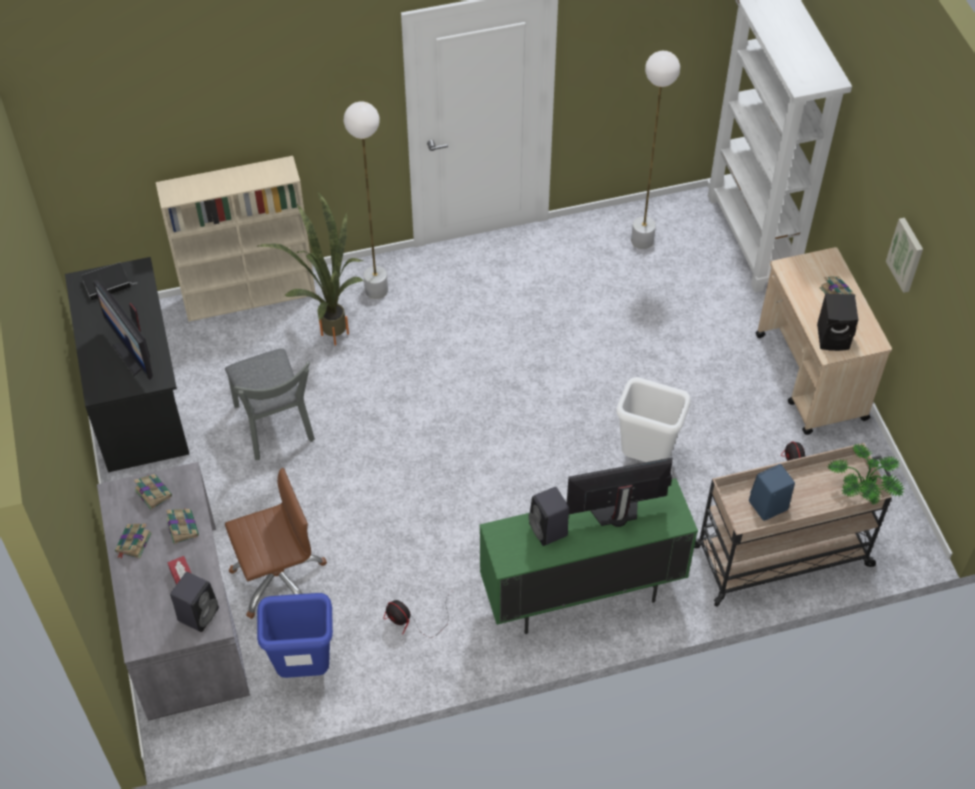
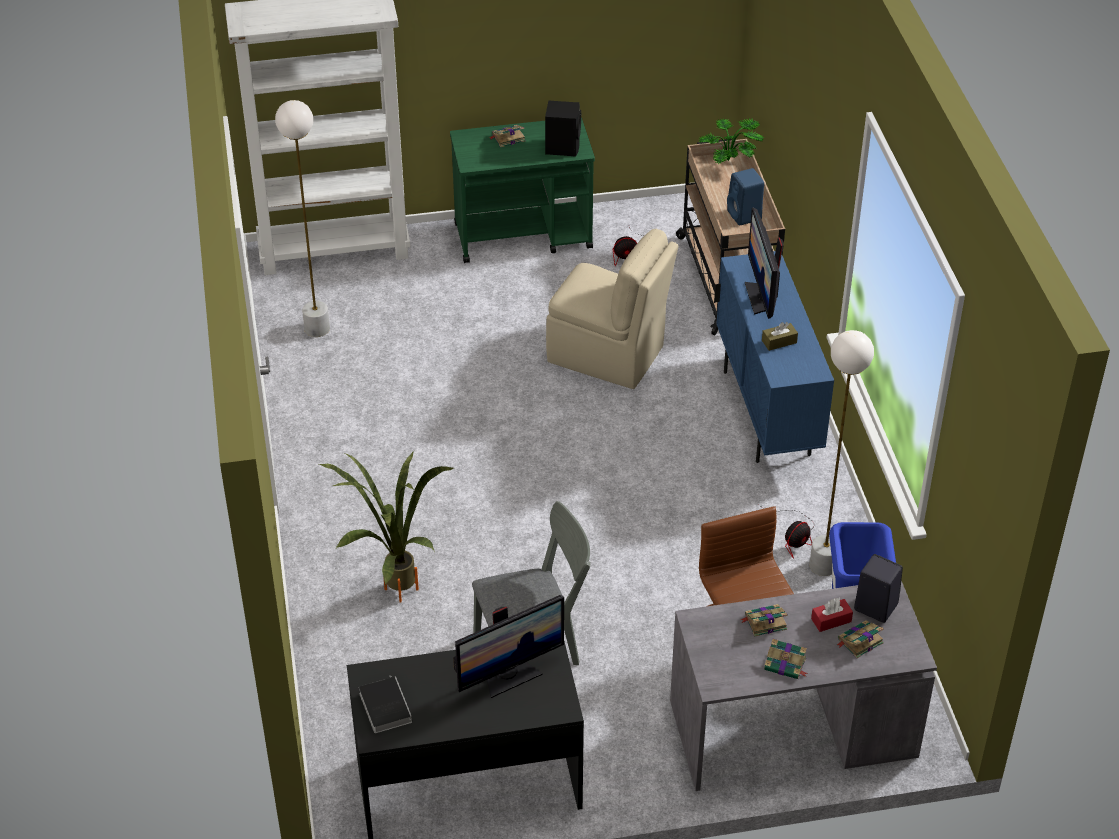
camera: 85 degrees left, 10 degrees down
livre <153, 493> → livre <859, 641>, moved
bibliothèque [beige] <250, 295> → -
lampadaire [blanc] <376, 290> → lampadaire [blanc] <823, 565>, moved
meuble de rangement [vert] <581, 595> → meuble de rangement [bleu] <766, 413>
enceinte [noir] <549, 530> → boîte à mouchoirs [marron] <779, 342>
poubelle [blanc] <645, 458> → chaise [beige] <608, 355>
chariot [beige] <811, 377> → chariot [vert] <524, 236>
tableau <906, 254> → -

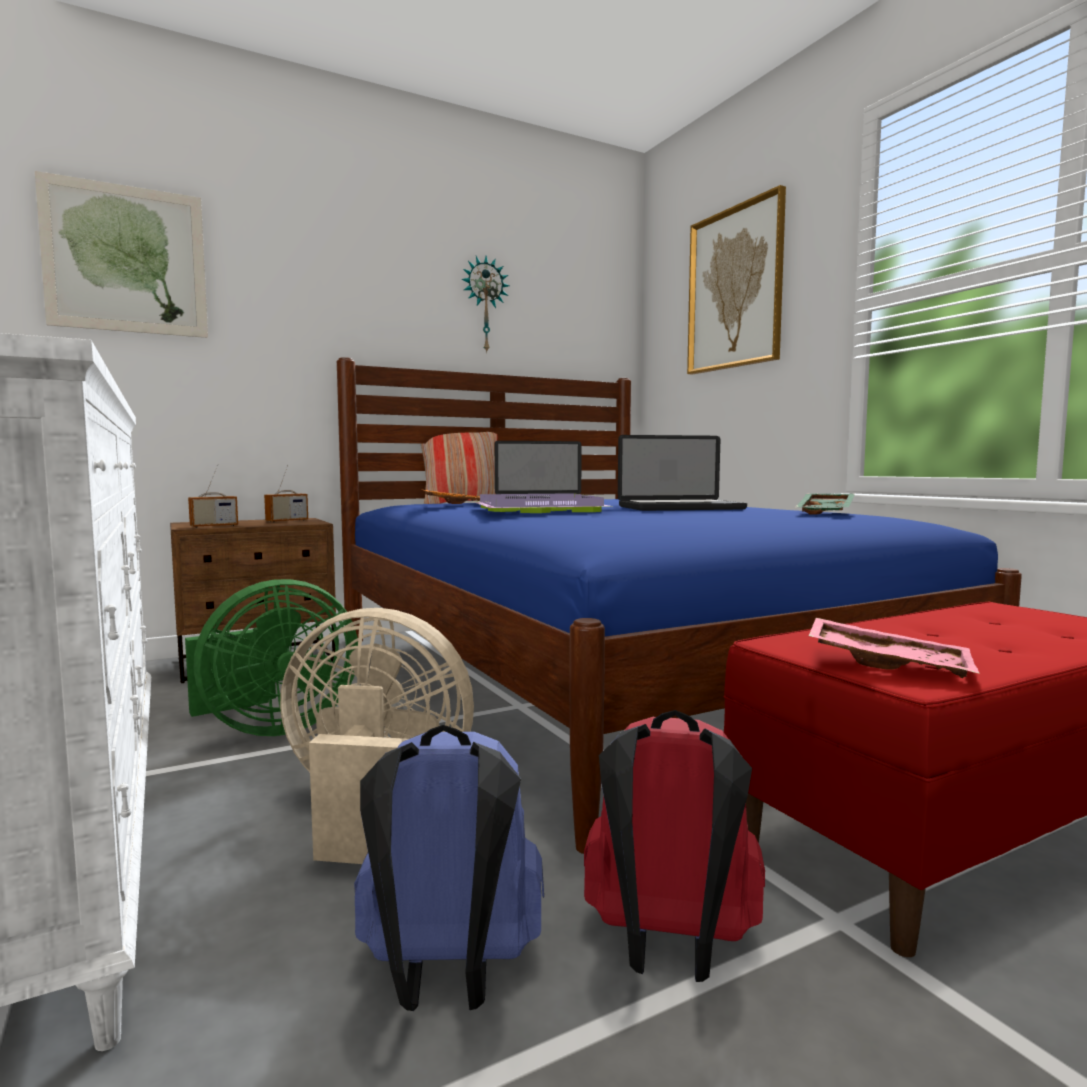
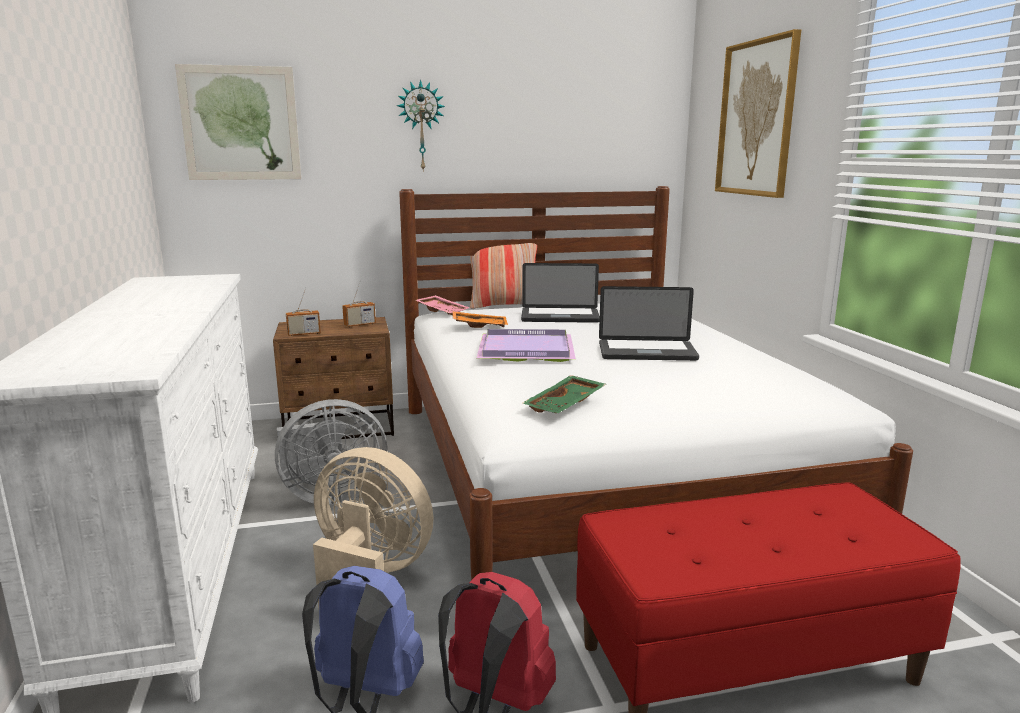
camera: 15 degrees right, 10 degrees up
ventilateur [vert] <272, 728> → ventilateur [gris] <330, 496>
lit [bleu] <611, 676> → lit [blanc] <594, 473>
horloge murale <484, 305> → horloge murale <421, 126>, moved
plateau [vert] <827, 512> → plateau [vert] <565, 405>, moved
plateau [rose] <888, 664> → plateau [rose] <443, 311>, moved

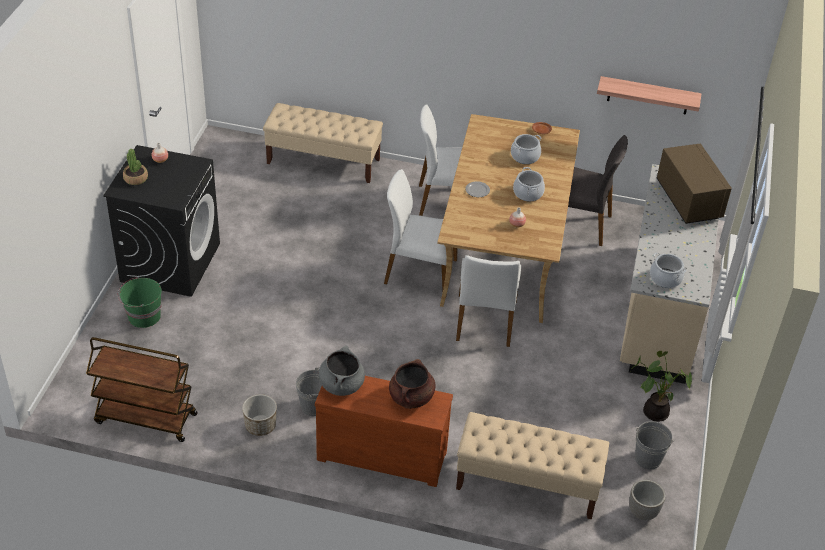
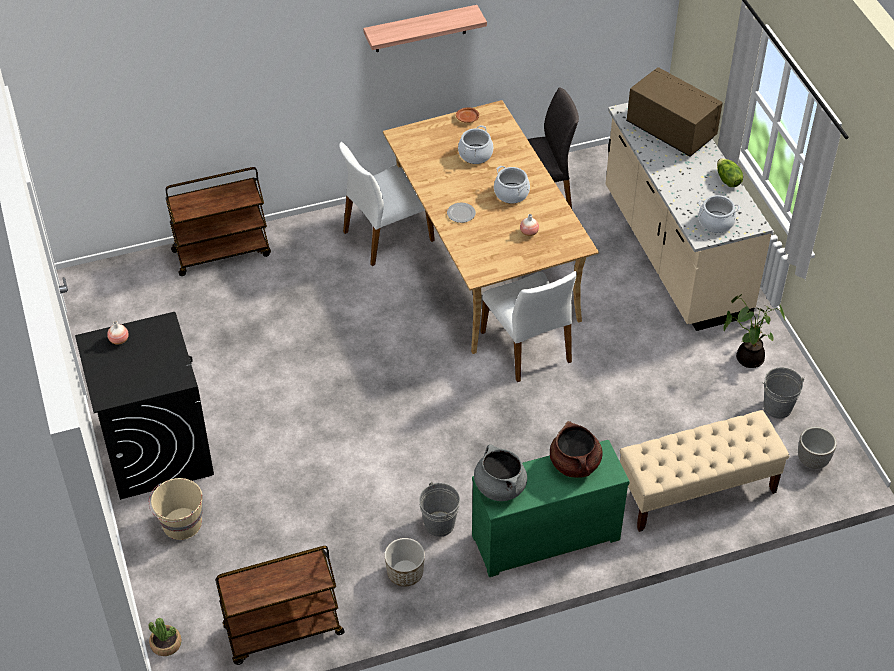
camera: 30 degrees left, 5 degrees up
seau [vert] <143, 316> → seau [beige] <181, 524>
plante en pot <136, 178> → plante en pot <166, 644>, moved
banc [beige] <324, 161> → chariot [marron] <222, 252>
commode [marron] <382, 453> → commode [vert] <544, 534>
chaise [blanc] <419, 272> → -
étagère <648, 95> → étagère <420, 29>, moved
- → laitue <727, 180>

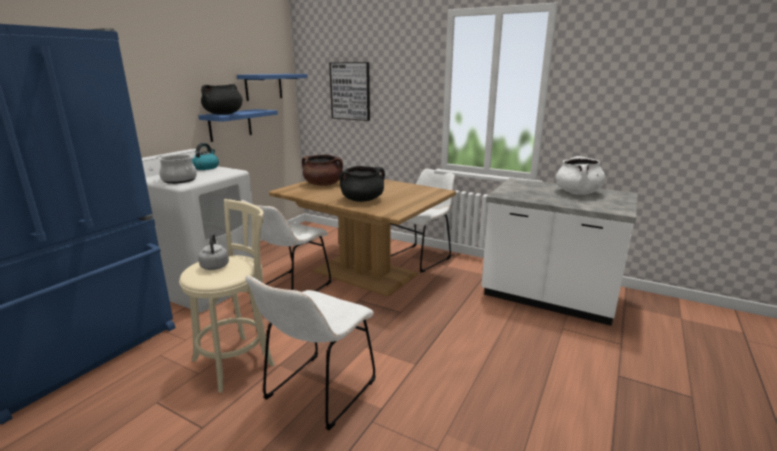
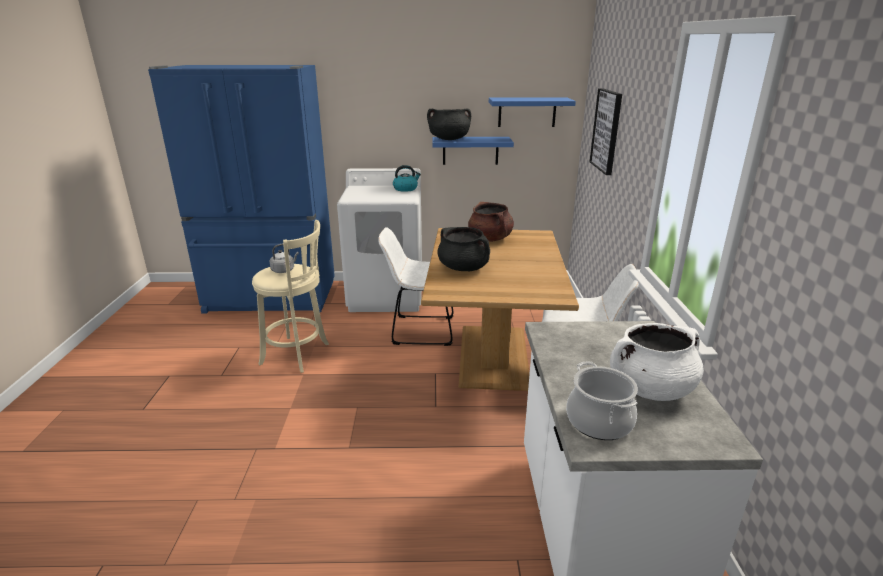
camera: 60 degrees right, 5 degrees up
marmite <179, 180> → marmite <599, 421>, moved
chaise [blanc] <317, 393> → -

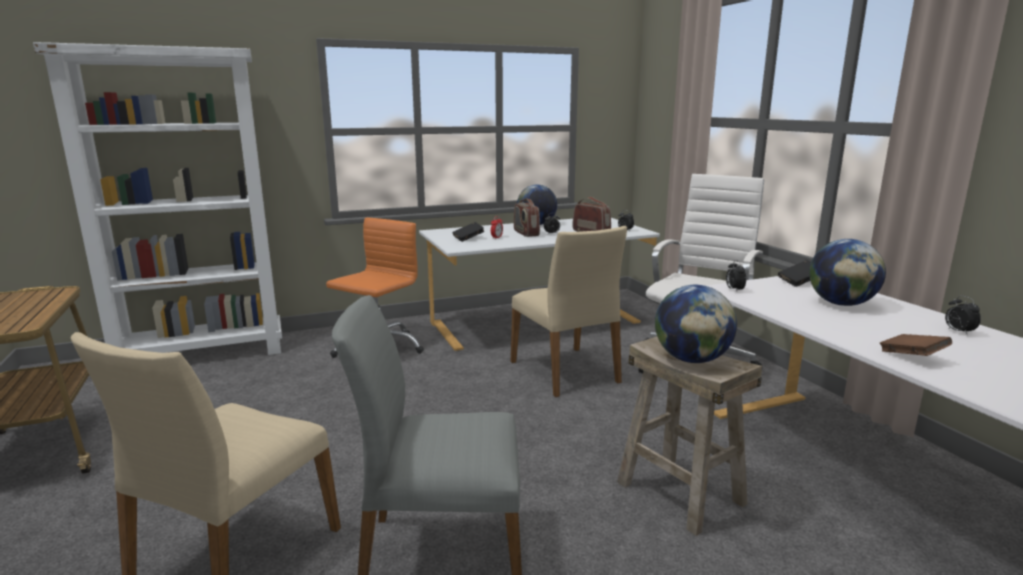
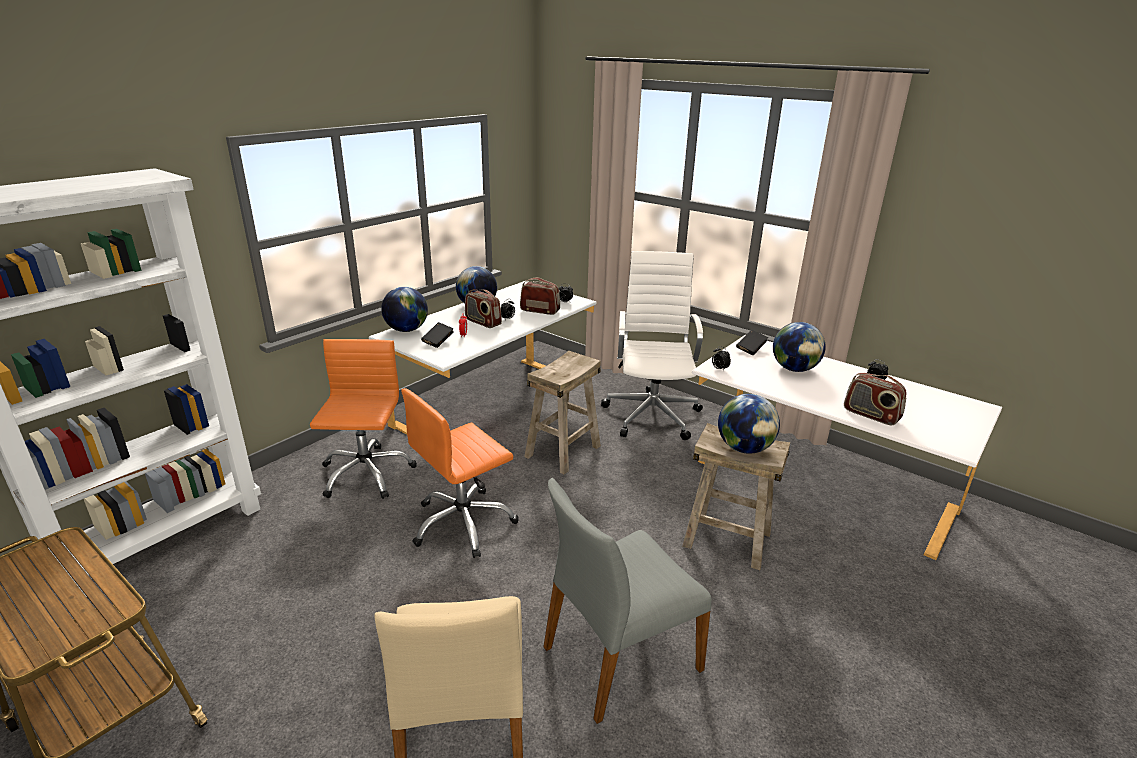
camera: 30 degrees left, 10 degrees up
chaise [beige] <566, 372> → tabouret [beige] <563, 451>
livre [marron] <912, 357> → radio <871, 415>
- → globe <406, 330>
- → chaise de bureau [orange] <463, 523>

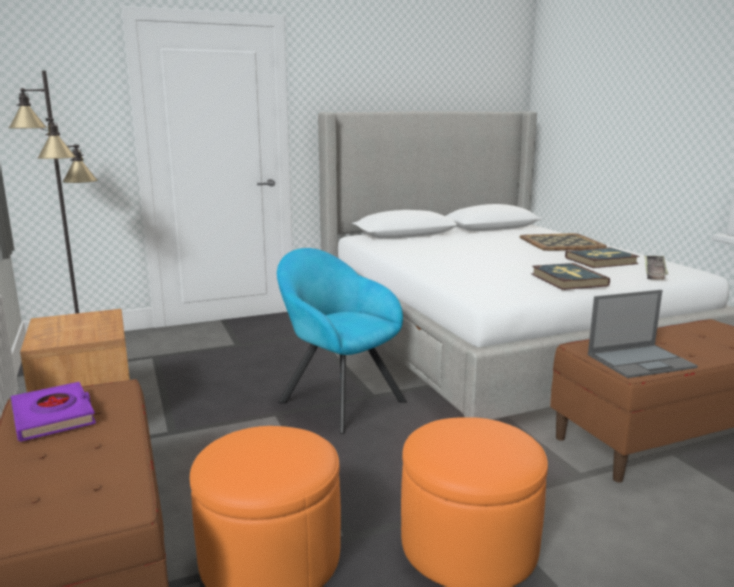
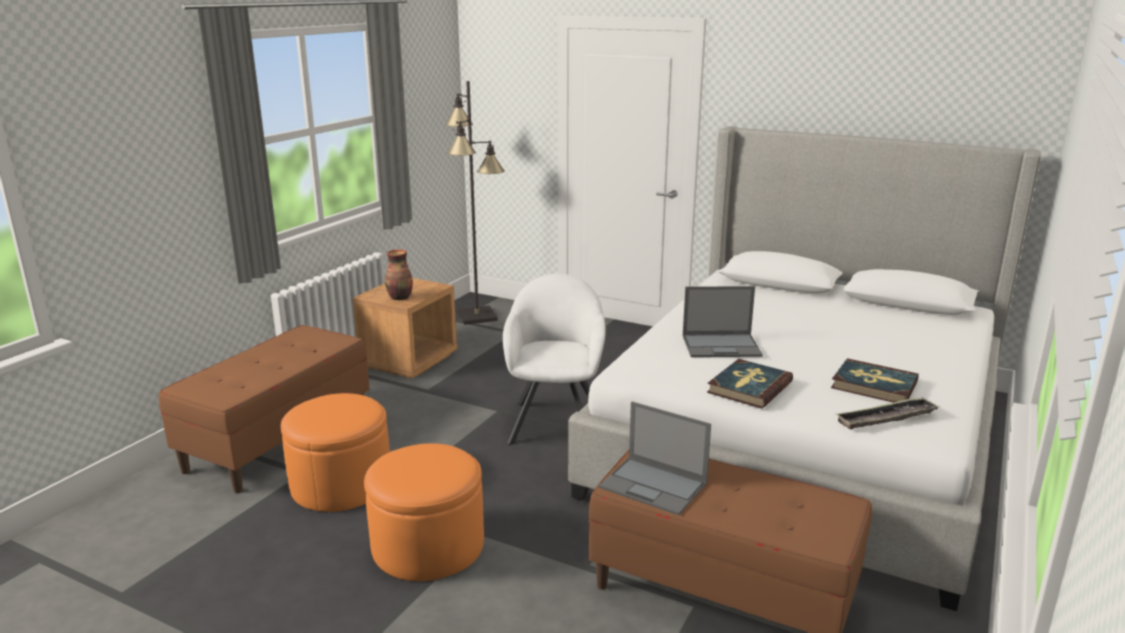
camera: 50 degrees right, 5 degrees up
livre [violet] <53, 416> → -
fauteuil [turquoise] <337, 399> → fauteuil [blanc] <556, 420>
plateau <561, 242> → -
- → vase <400, 297>
- → ordinateur portable <722, 346>

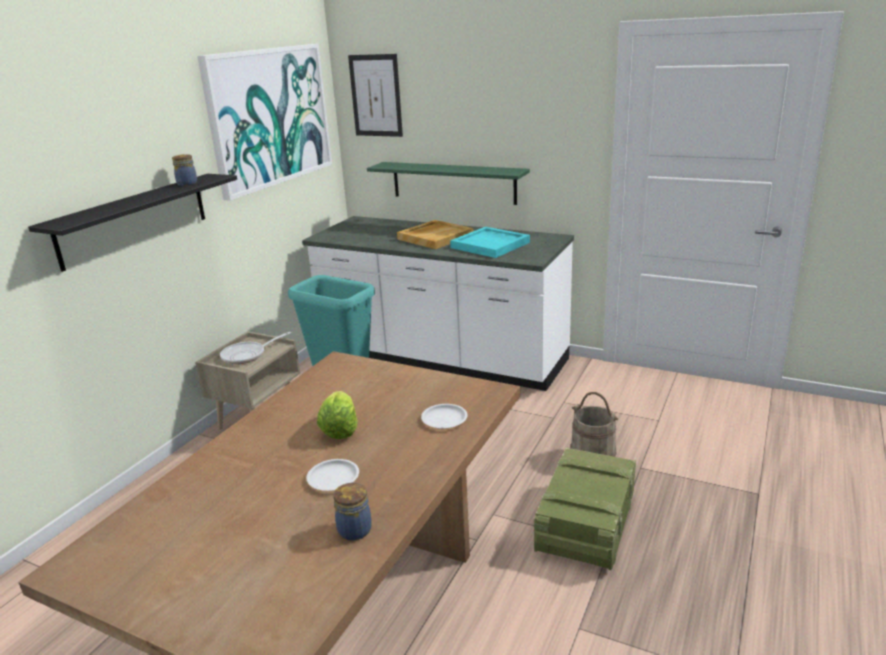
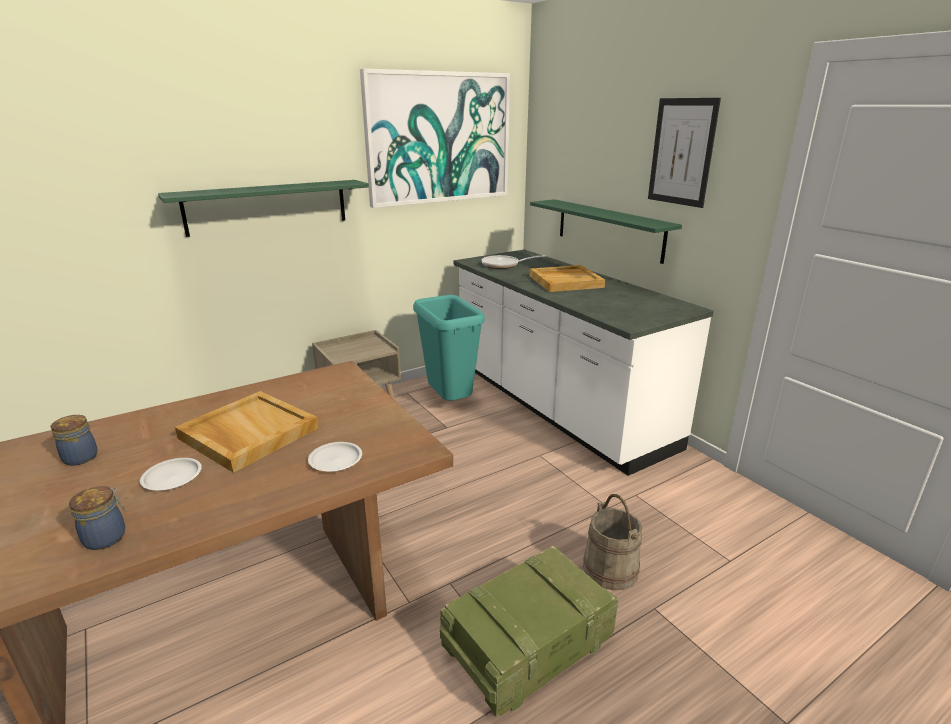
camera: 30 degrees right, 0 degrees up
étagère [noir] <134, 219> → étagère [vert] <267, 207>
bocal <186, 183> → bocal <81, 457>, moved
poêle <247, 355> → poêle <503, 265>, moved
laitue <340, 429> → plateau [beige] <247, 433>
tableau <376, 96> → tableau <682, 152>, moved
plateau [turquoise] <491, 245> → -

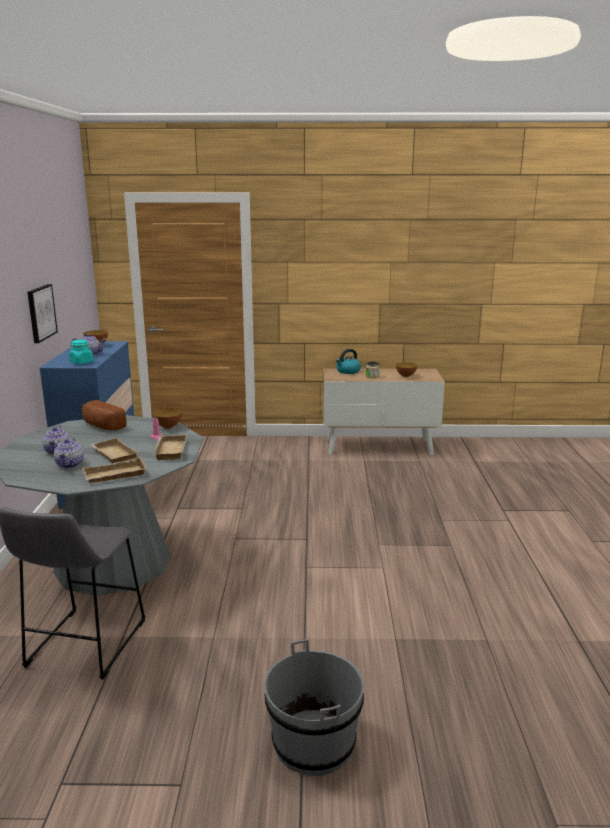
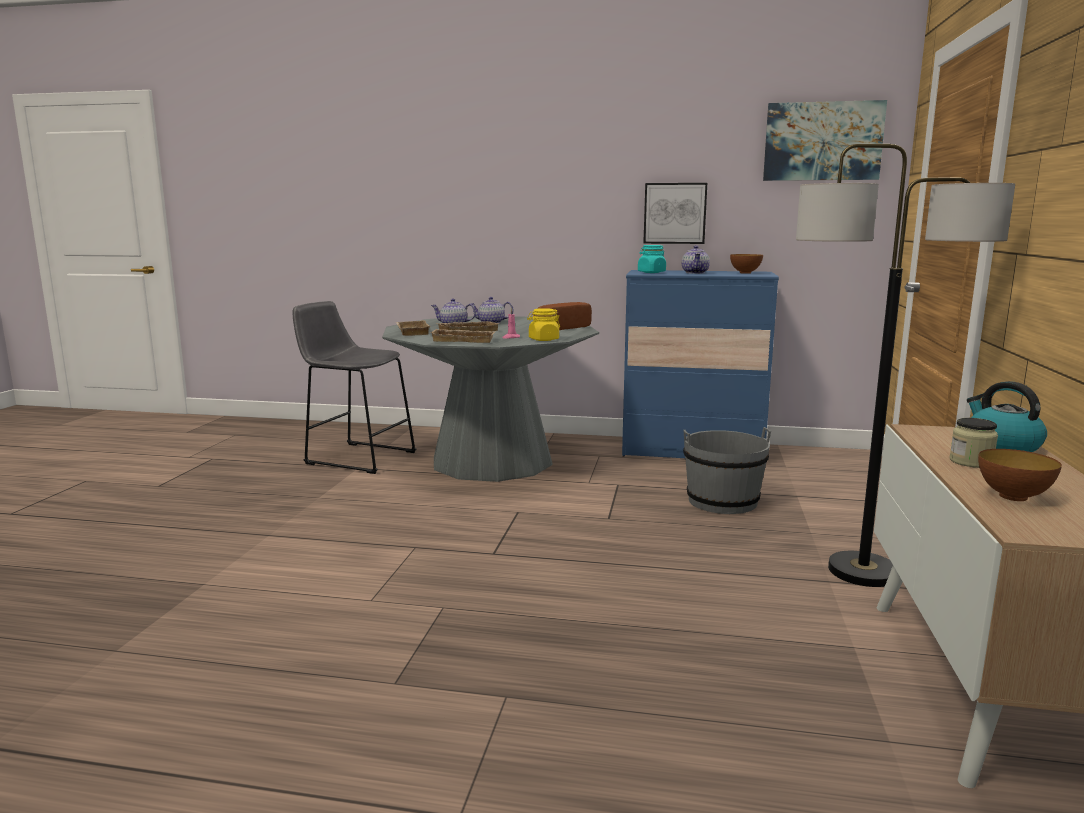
camera: 100 degrees right, 5 degrees down
bol <168, 427> → bocal [jaune] <543, 339>
seau [gris] <313, 743> → seau [gris] <722, 501>, moved
- → tableau <822, 141>
- → lampadaire <863, 571>

